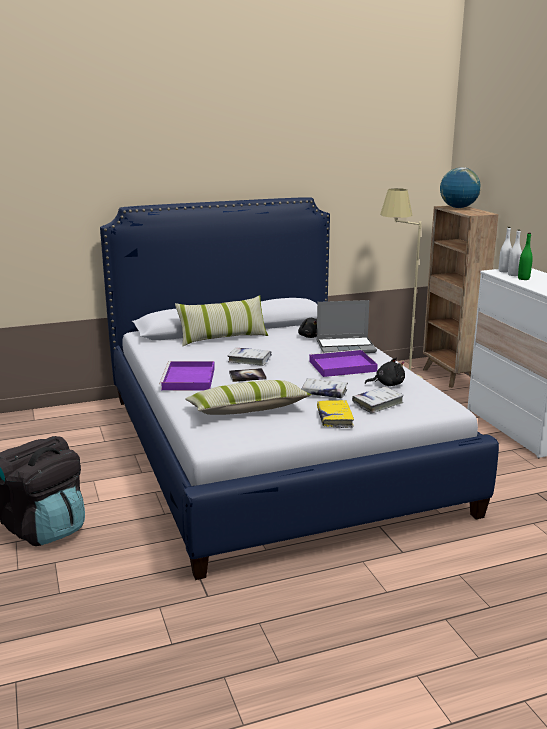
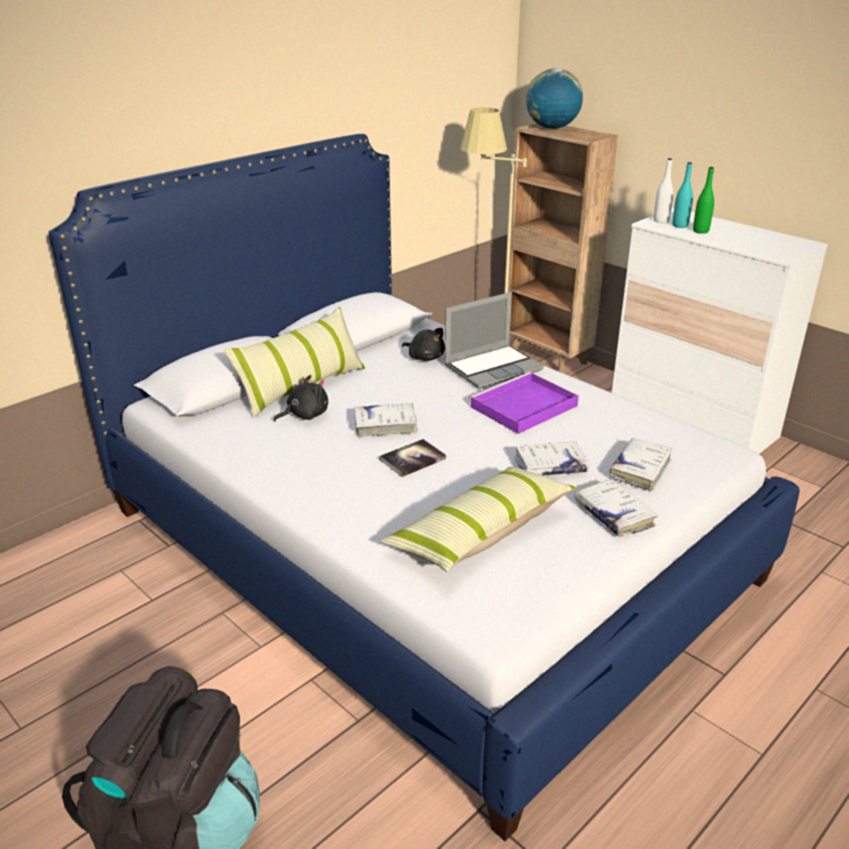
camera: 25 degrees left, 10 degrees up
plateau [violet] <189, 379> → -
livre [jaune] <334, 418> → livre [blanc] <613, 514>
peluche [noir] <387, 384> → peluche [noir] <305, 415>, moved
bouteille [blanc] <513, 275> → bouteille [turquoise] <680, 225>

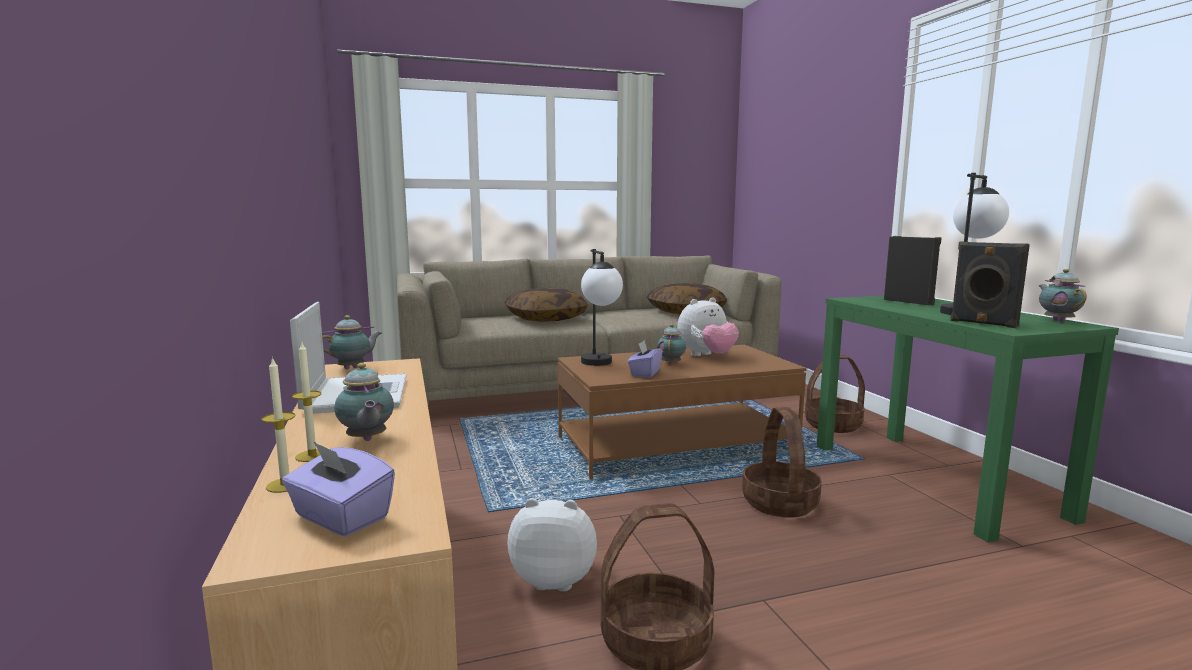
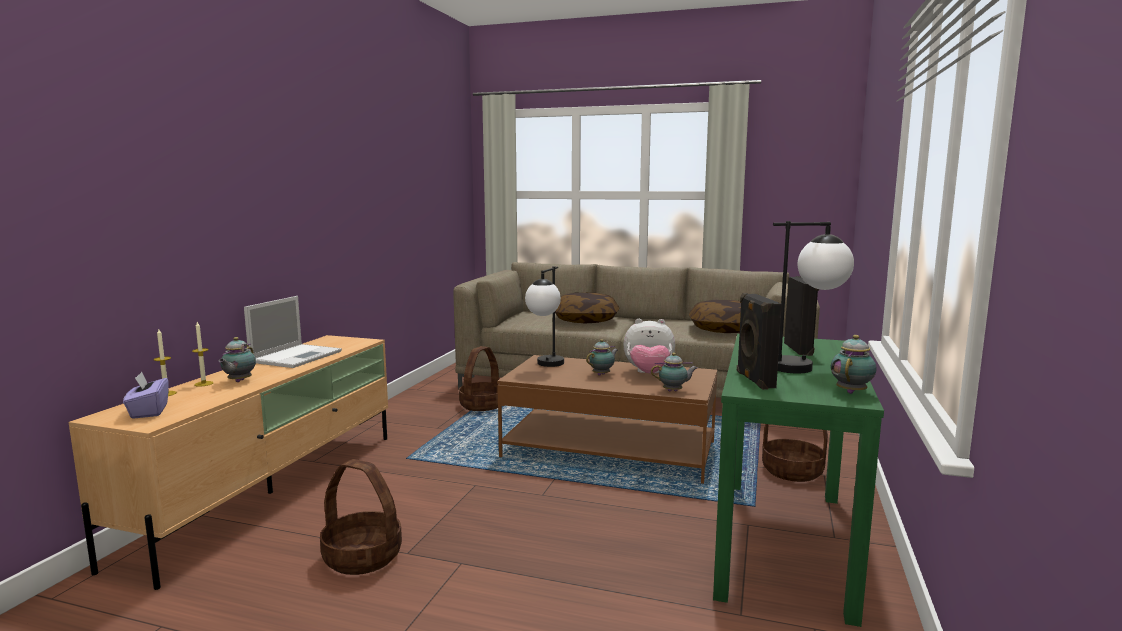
camera: 35 degrees right, 0 degrees up
théière <353, 368> → théière <674, 391>, moved
peluche <555, 579> → -
boîte à mouchoirs [violet] <645, 373> → -
panier <780, 503> → panier <482, 405>, moved

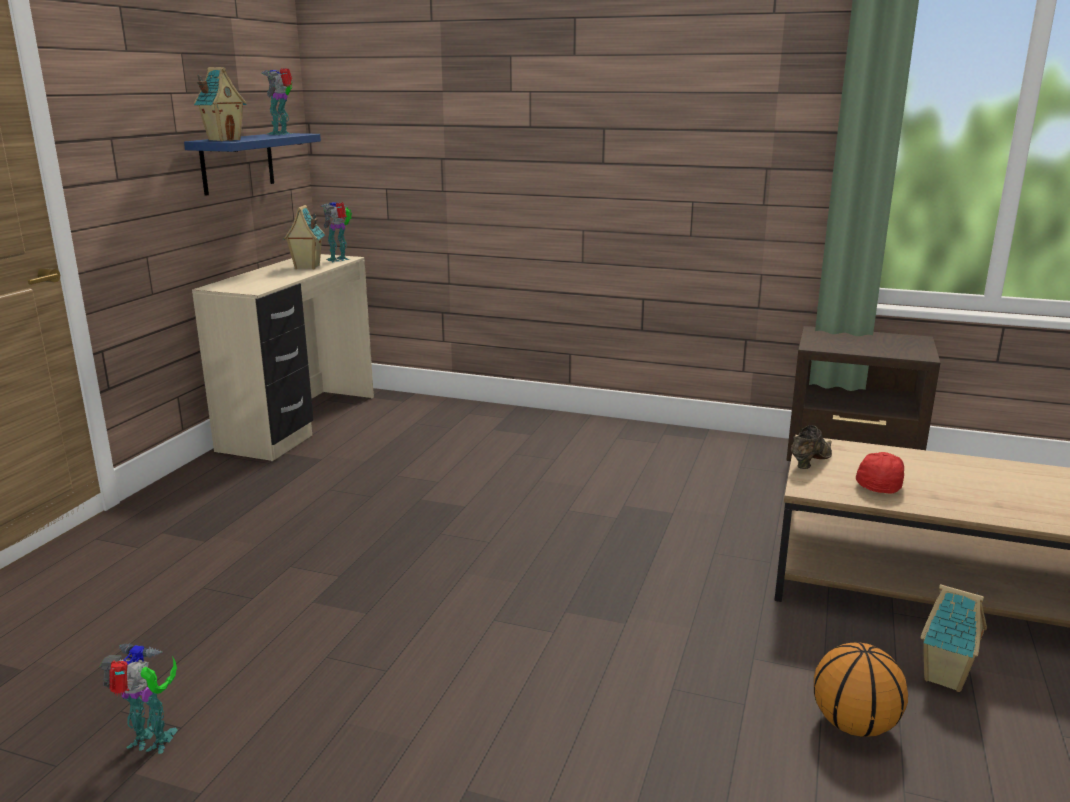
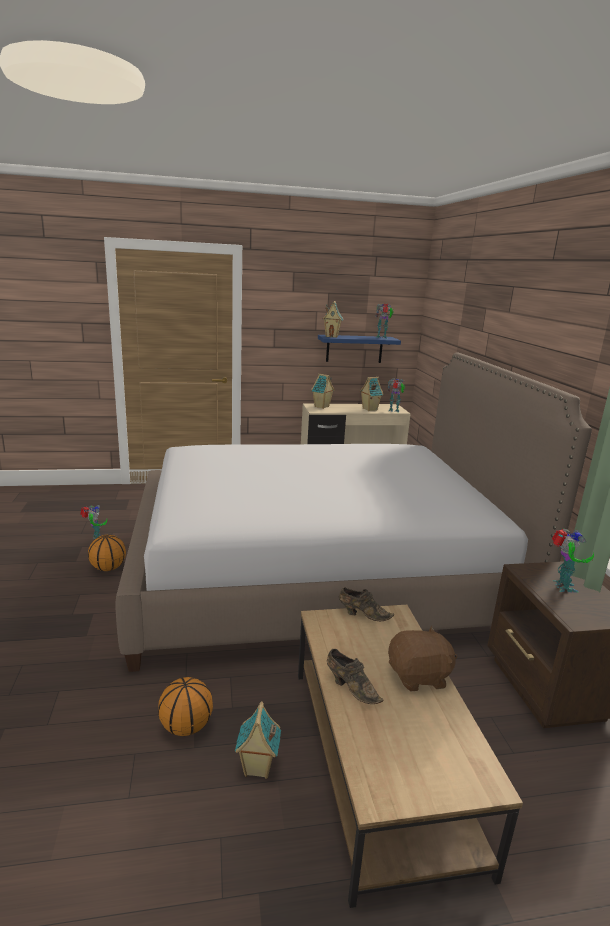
camera: 60 degrees right, 0 degrees up
casquette [rouge] <880, 483> → -
- → ballon de basket <108, 568>
- → lit <318, 576>
- → maison miniature <322, 407>
- → chaussure [marron] <351, 687>
- → peluche [marron] <419, 676>
- → robot jouet <562, 587>

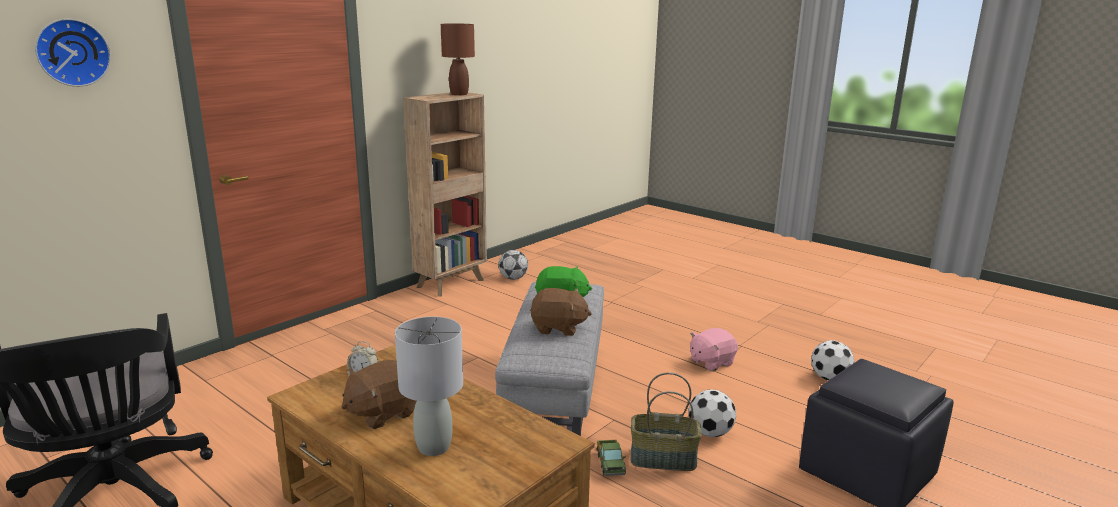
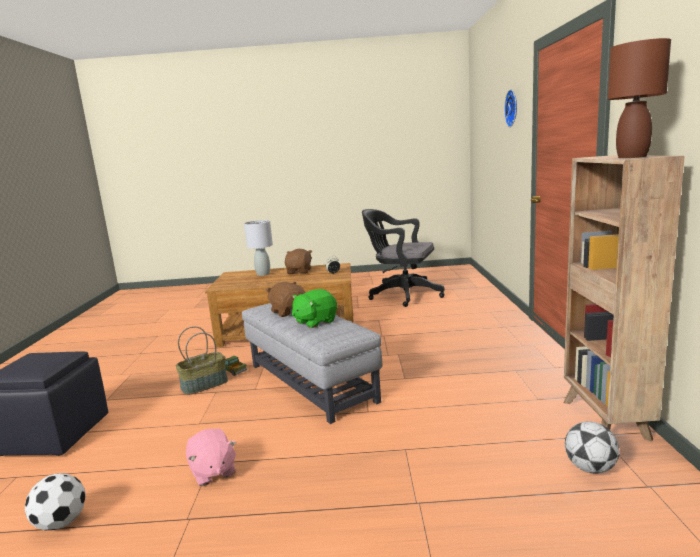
camera: 140 degrees right, 5 degrees down
peluche [marron] <558, 328> → peluche [marron] <288, 312>, 90 degrees clockwise
ballon de foot <709, 433> → -
peluche [rose] <711, 362> → peluche [rose] <212, 472>, 135 degrees clockwise

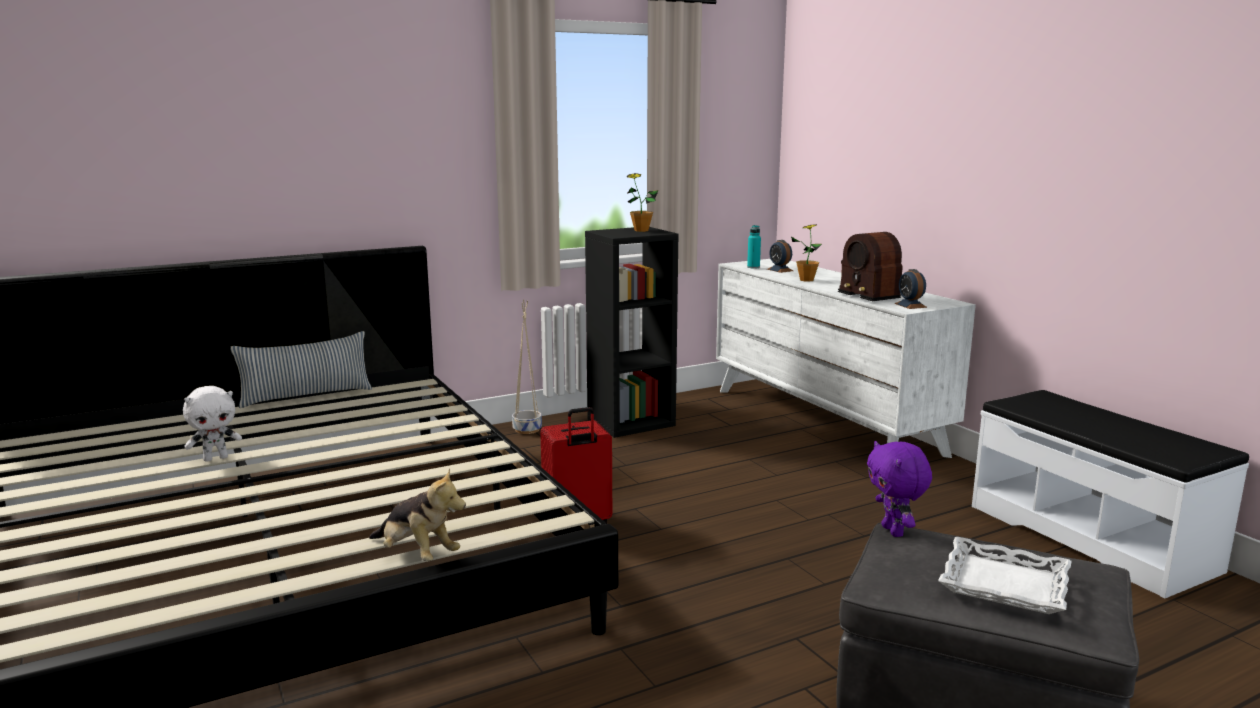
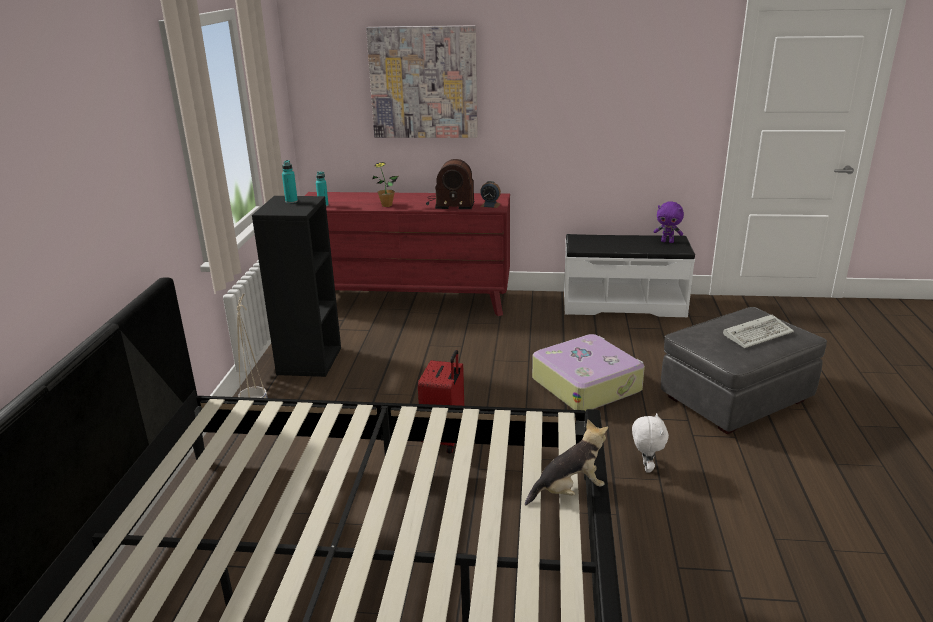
camera: 55 degrees left, 10 degrees up
peluche [blanc] <216, 458> → peluche [blanc] <645, 467>, moved
coussin <306, 396> → -
plante en pot <641, 230> → bouteille [turquoise] <291, 201>
commode [blanc] <825, 421> → commode [rouge] <409, 301>
réveil <780, 270> → -
peluche [violet] <894, 531> → peluche [violet] <667, 241>, moved
plateau [blanc] <1005, 583> → clavier <758, 334>
- → tableau <423, 82>
- → valise <586, 384>

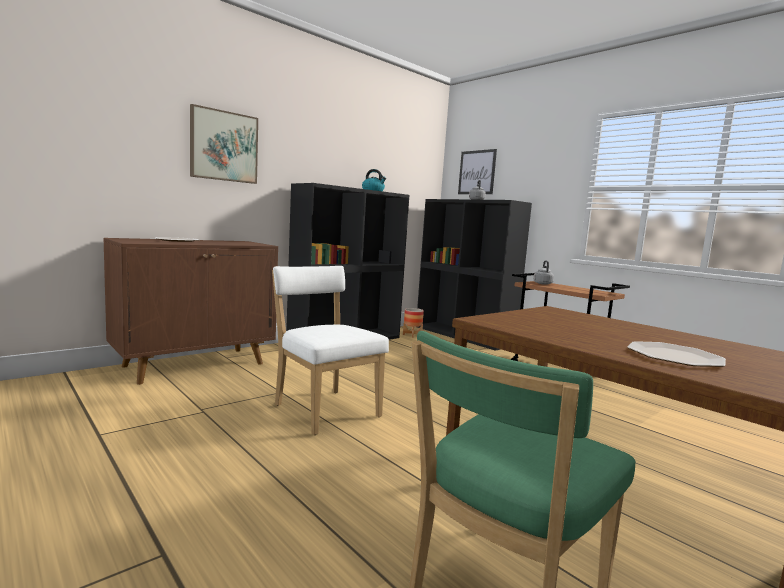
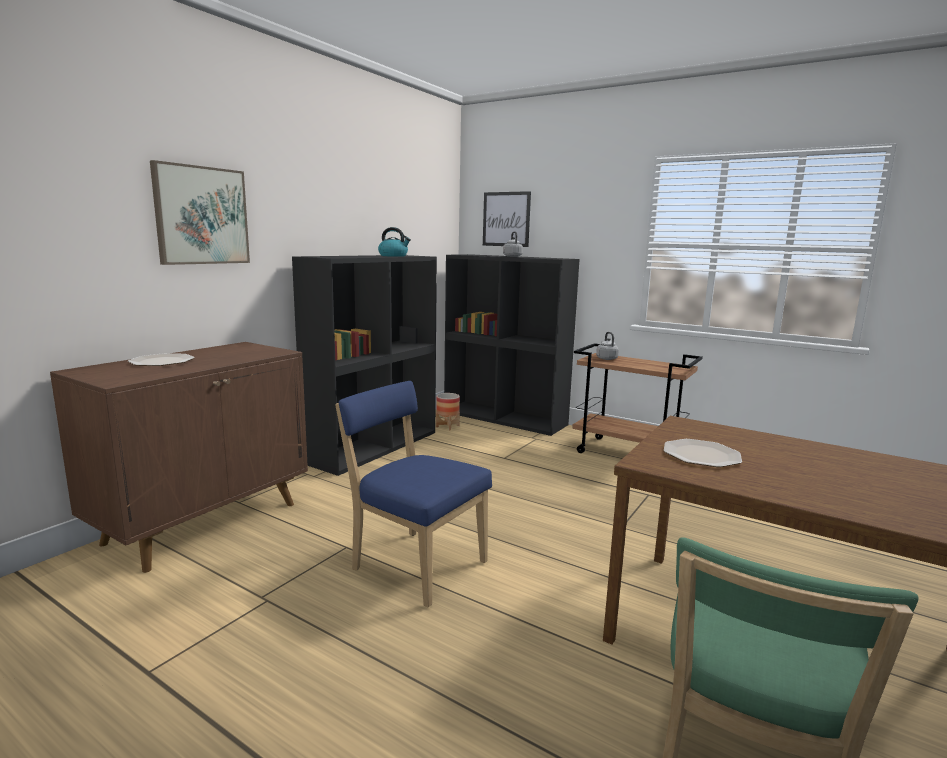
camera: 15 degrees left, 5 degrees up
chaise [blanc] <324, 409> → chaise [bleu] <415, 564>
assiette <673, 356> → assiette <700, 454>, moved

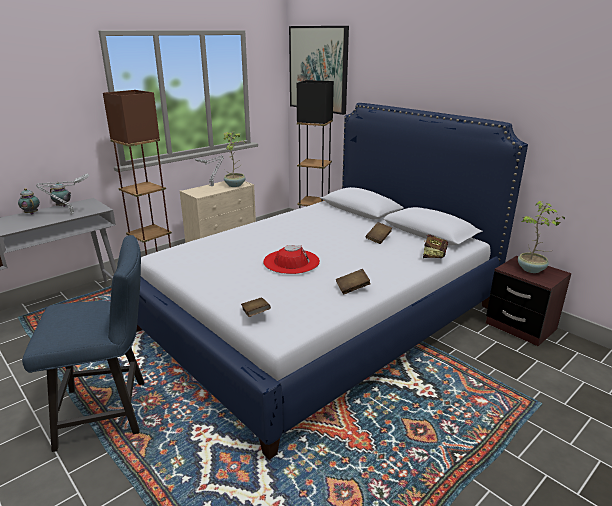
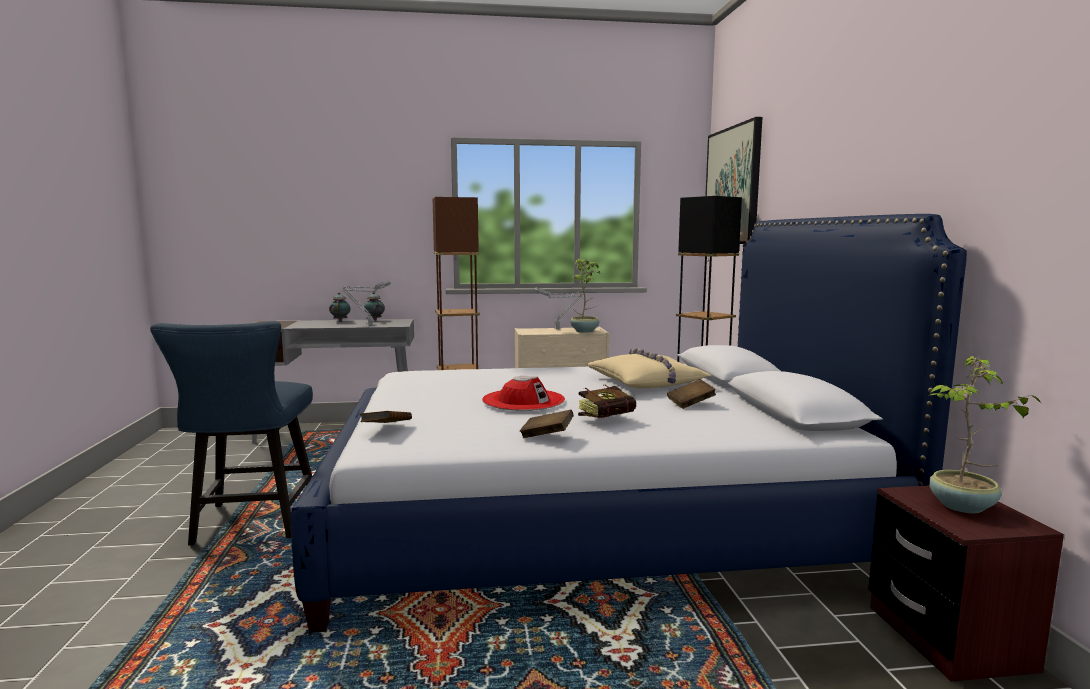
camera: 35 degrees right, 15 degrees down
chaise [bleu] <111, 411> → chaise [bleu] <252, 525>, 60 degrees clockwise
livre <434, 255> → livre <611, 419>, moved
- → coussin [beige] <647, 382>

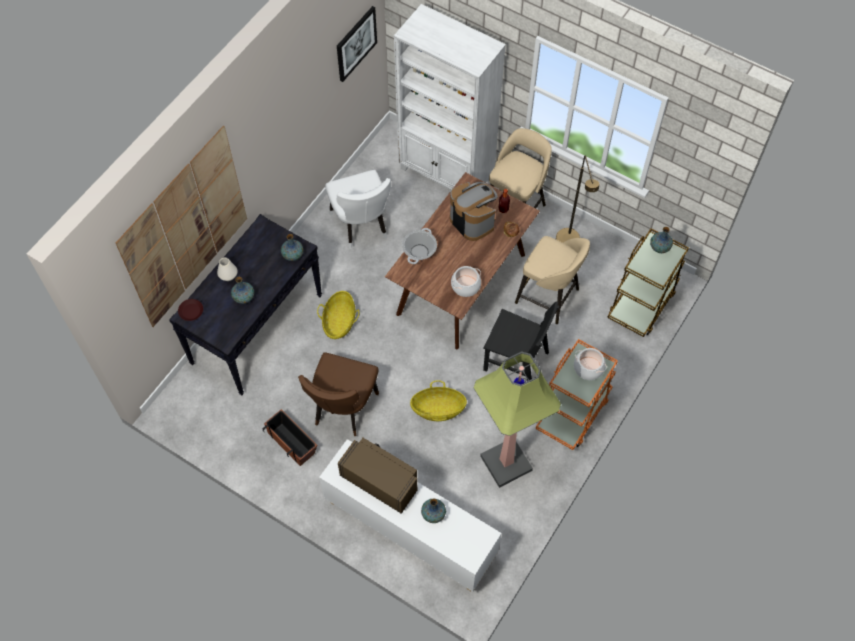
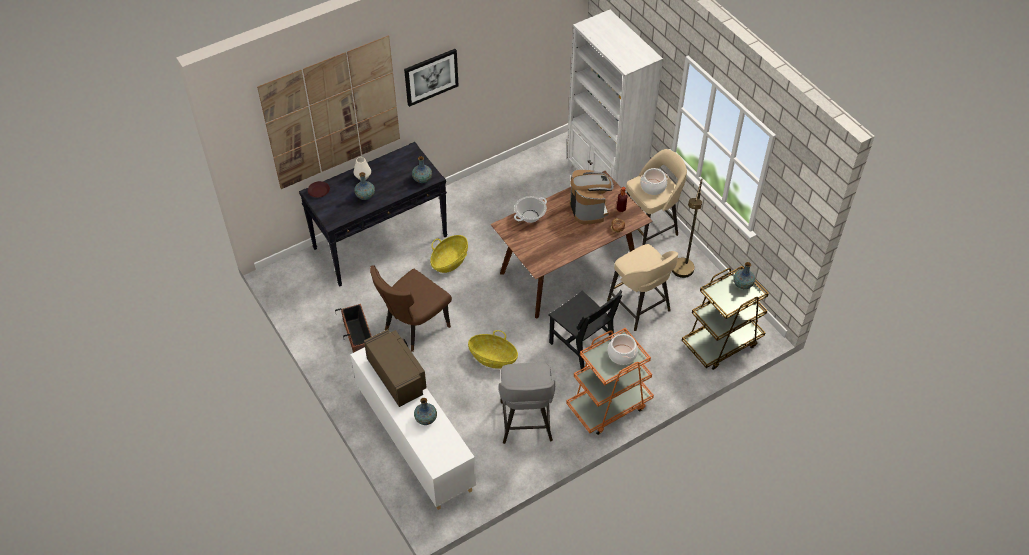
camera: 25 degrees right, 10 degrees down
chaise [blanc] <361, 226> → -
tableau <356, 43> → tableau <431, 76>, moved
marmite <465, 286> → marmite <653, 187>, moved
lampadaire <506, 464> → tabouret [gris] <526, 423>

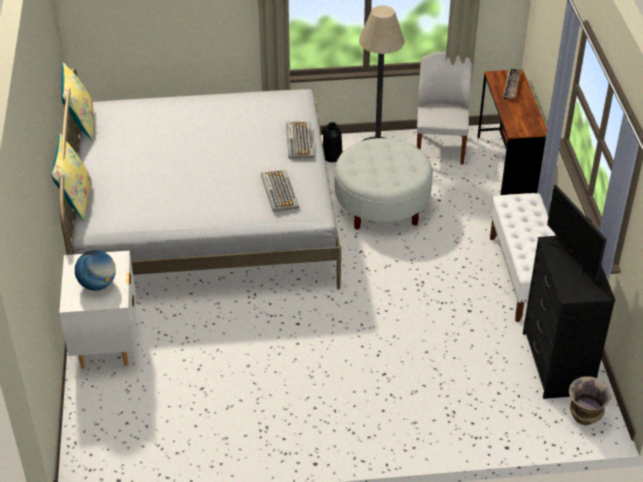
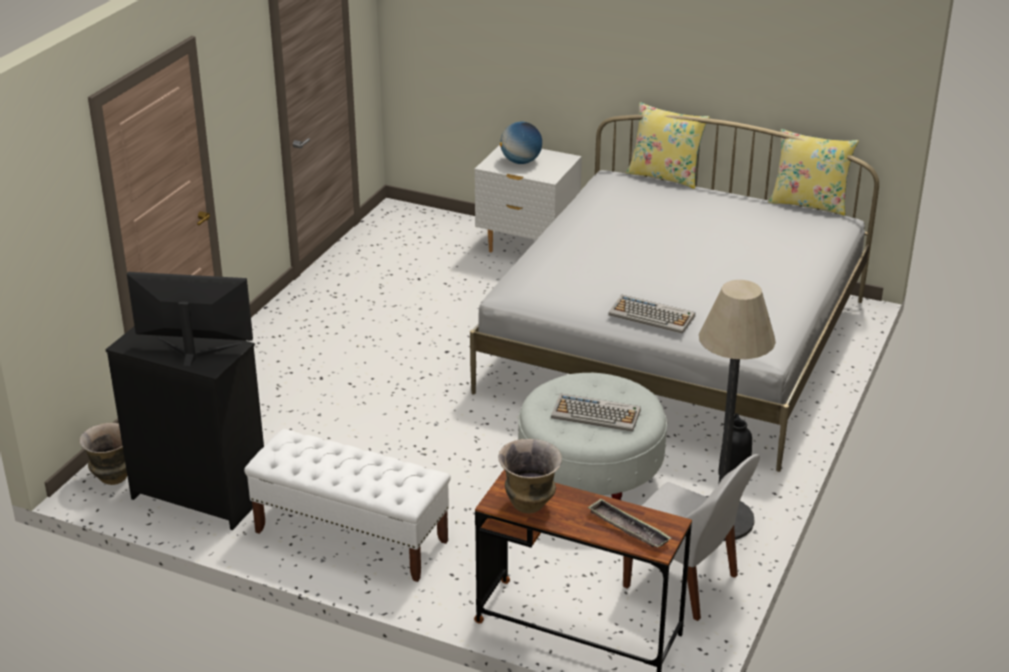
camera: 120 degrees right, 10 degrees down
clavier <279, 191> → clavier <597, 414>, moved
- → vase <530, 505>

